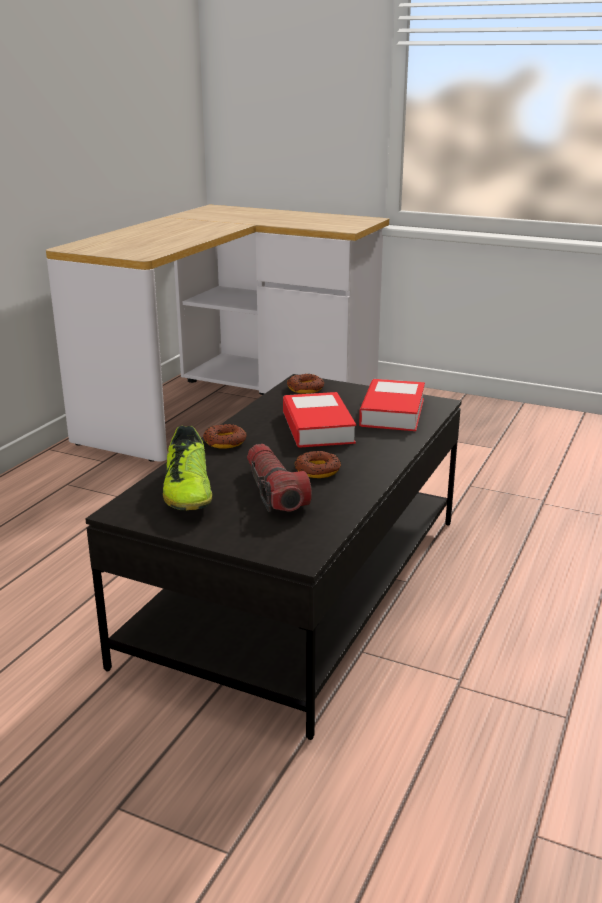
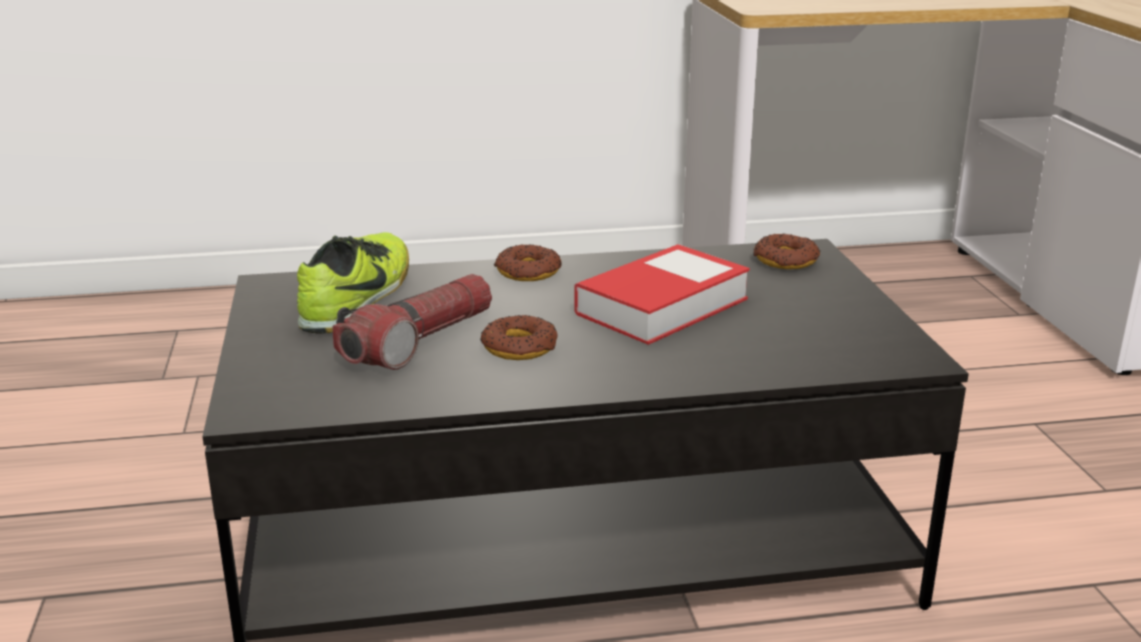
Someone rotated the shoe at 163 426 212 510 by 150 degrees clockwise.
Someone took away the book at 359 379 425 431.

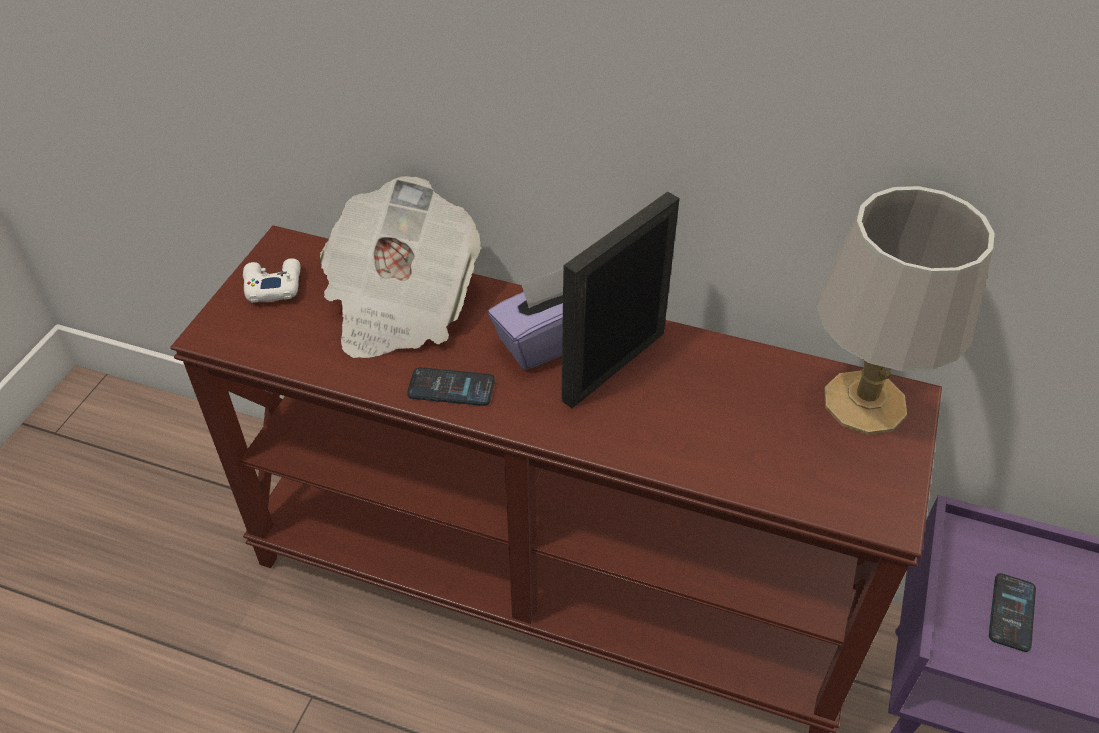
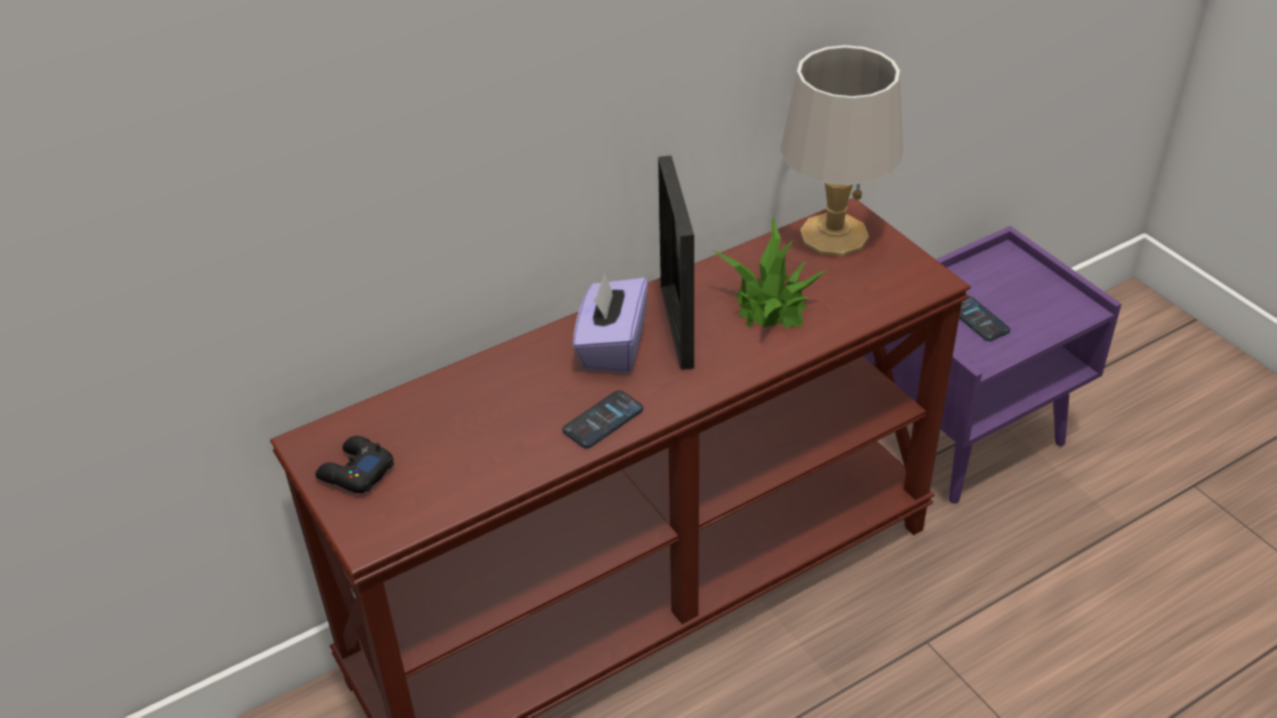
Someone repainted the white game controller at 243 258 300 303, which became the black game controller at 315 436 394 493.
Someone took away the newspaper at 320 176 481 358.
Someone put down the potted plant at 712 215 826 328.

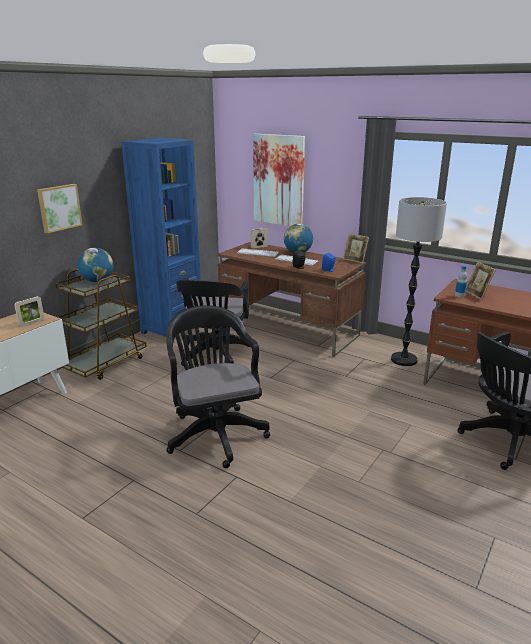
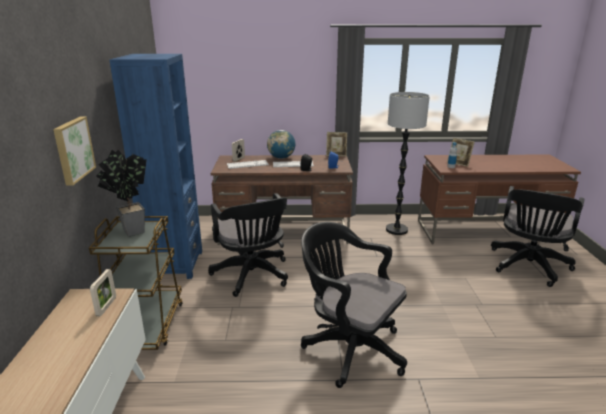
Someone swapped the globe at 77 248 113 282 for the potted plant at 96 150 147 236.
Someone took away the picture at 253 134 305 226.

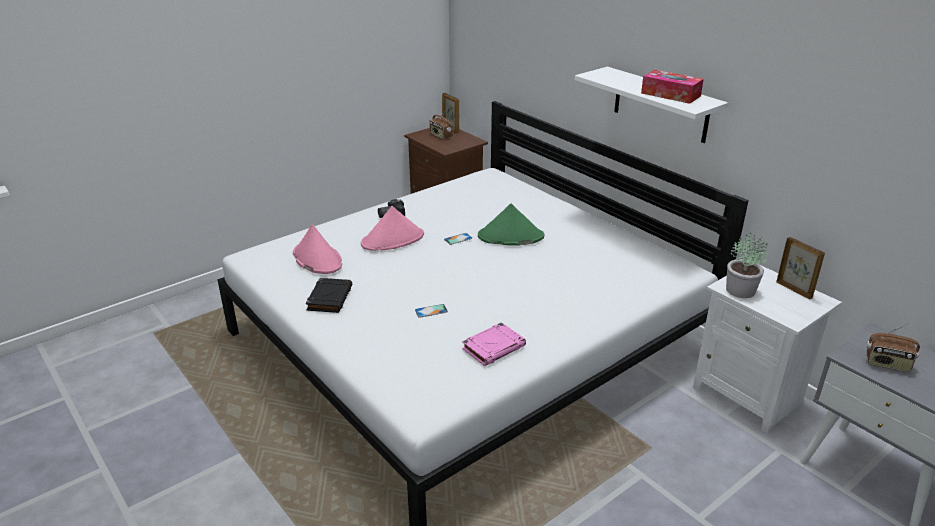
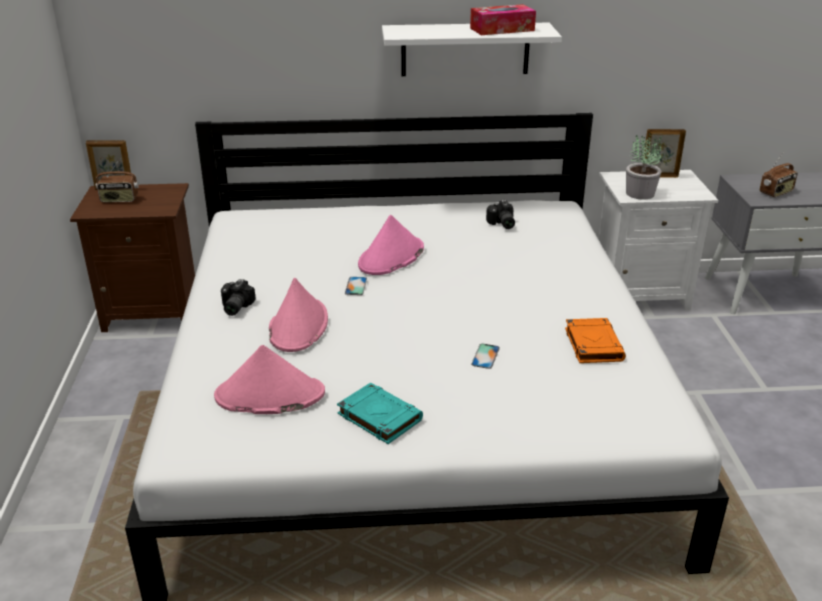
Someone repainted the black book at 306 278 352 313, which became the turquoise book at 337 383 423 444.
Someone repainted the pink book at 462 322 526 366, which became the orange book at 565 318 626 363.
Someone repainted the green hat at 478 203 544 246, which became the pink hat at 358 215 424 275.
Someone put down the photo camera at 486 200 515 229.

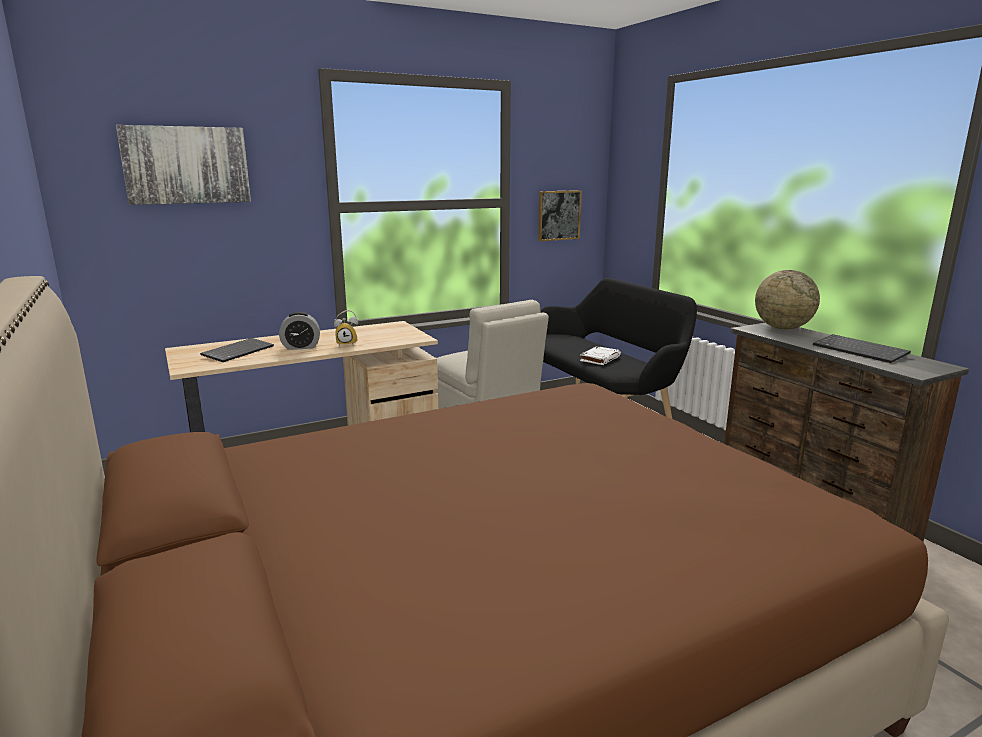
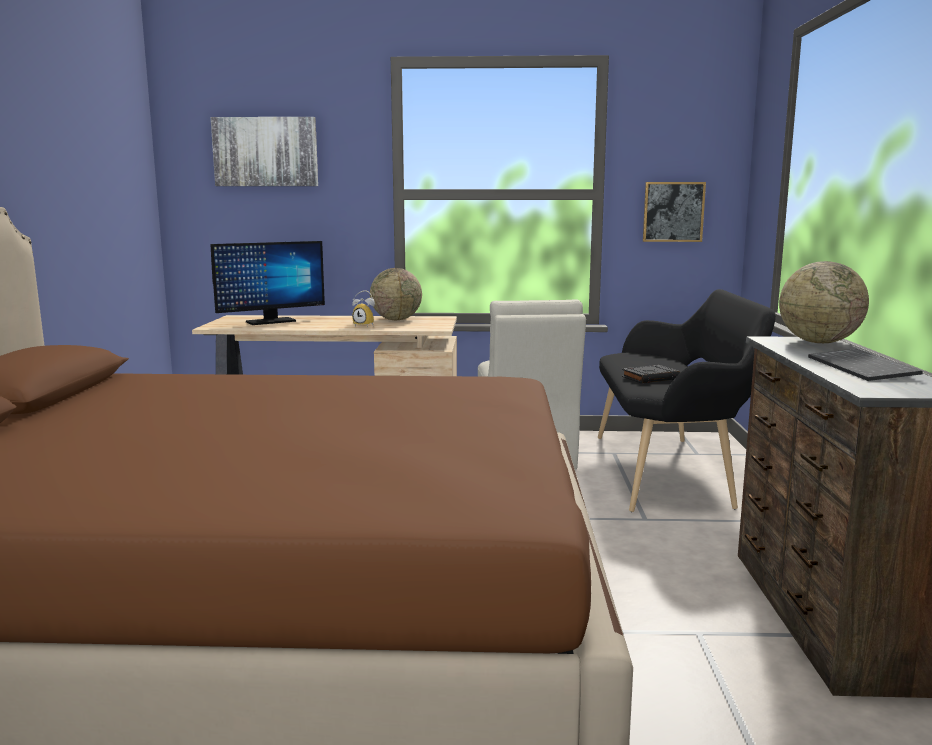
Someone swapped the keyboard at 200 338 274 362 for the monitor at 210 241 325 325.
Someone took away the alarm clock at 279 312 320 350.
Someone repainted the white book at 580 346 621 365, which became the black book at 622 365 680 383.
Someone put down the globe at 370 268 422 320.

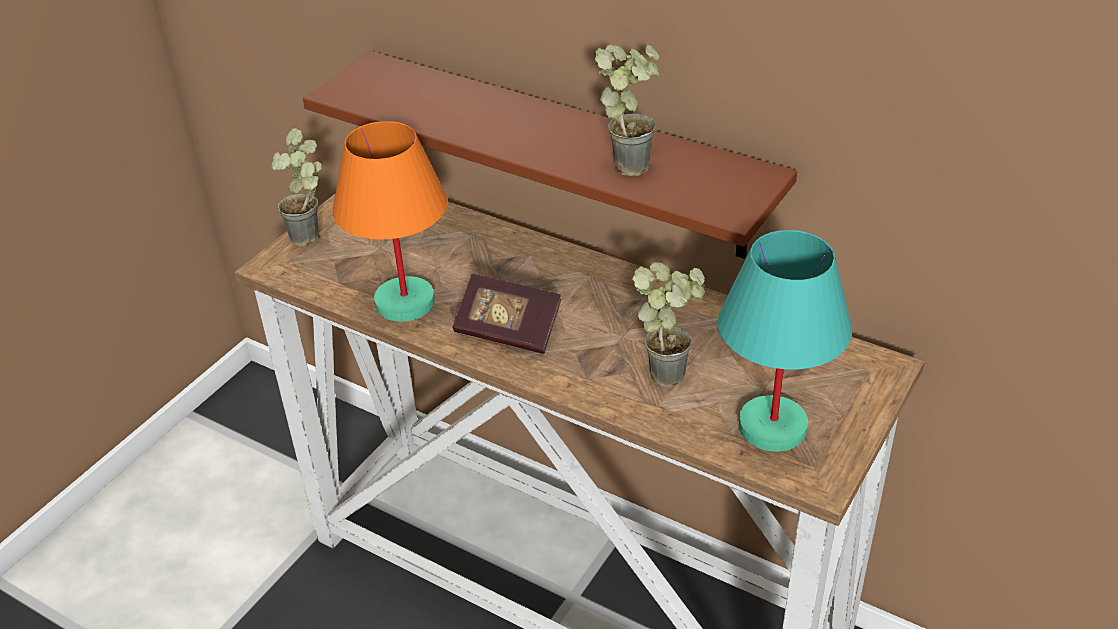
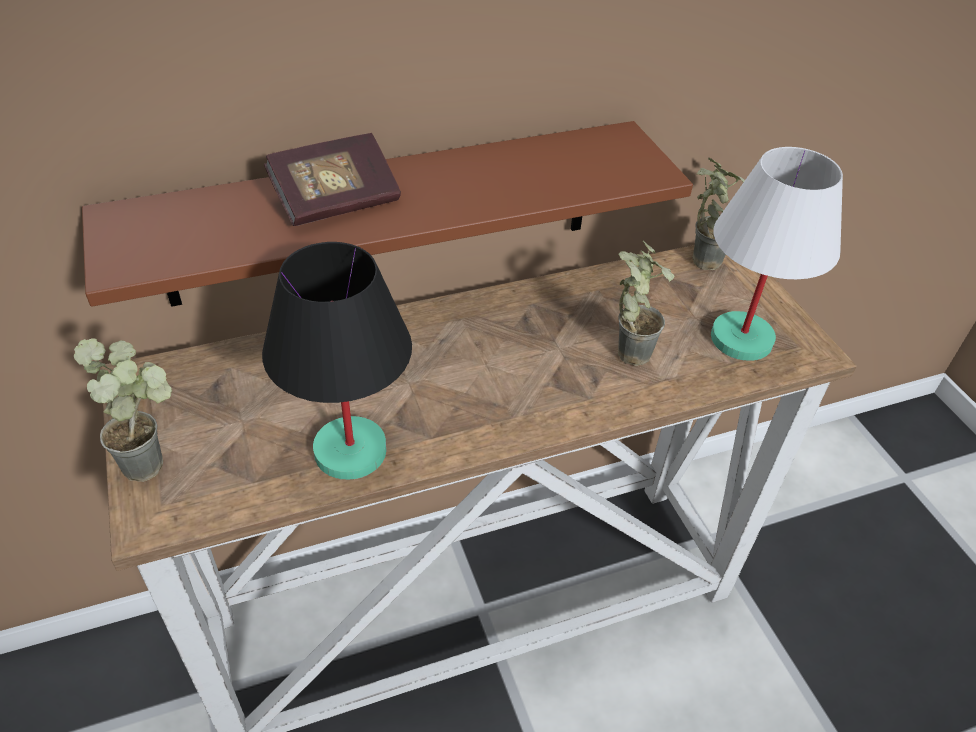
Someone repainted the orange table lamp at 333 121 448 322, which became the black table lamp at 262 242 412 480.
Someone carried the book from 453 274 561 354 to 264 133 401 226.
Someone carried the potted plant from 595 45 659 176 to 692 158 745 270.
Someone repainted the turquoise table lamp at 718 230 852 452, which became the white table lamp at 711 147 843 361.

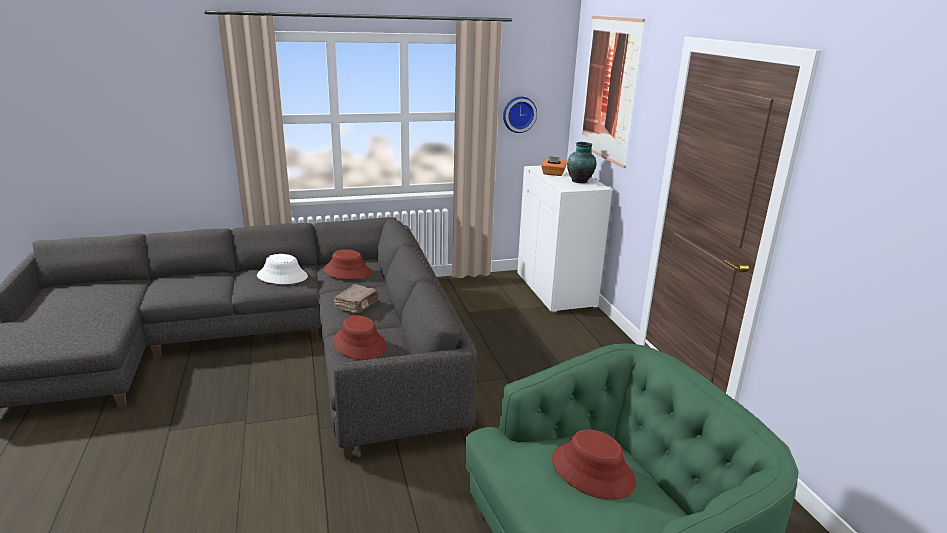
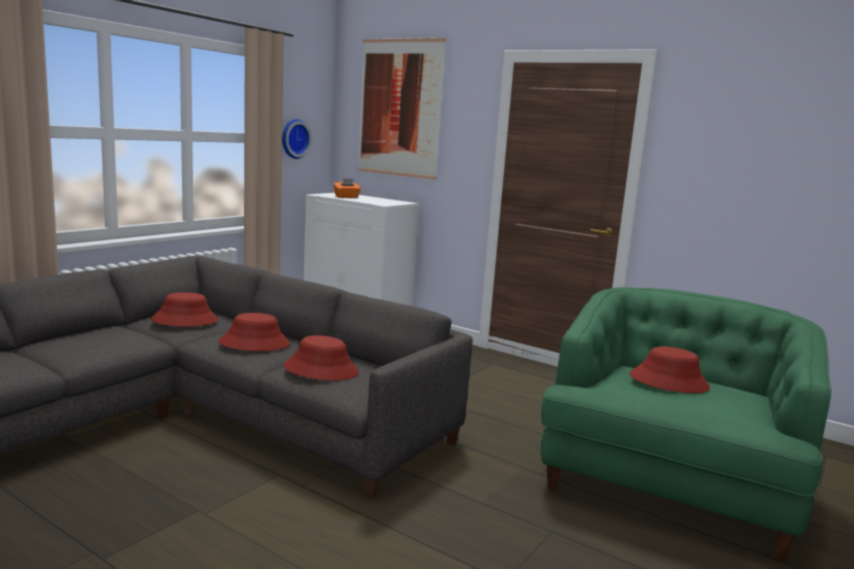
Someone took away the white hat at 257 254 308 284.
Someone swapped the brown book at 334 284 378 313 for the red hat at 219 313 290 351.
Someone took away the vase at 567 142 597 183.

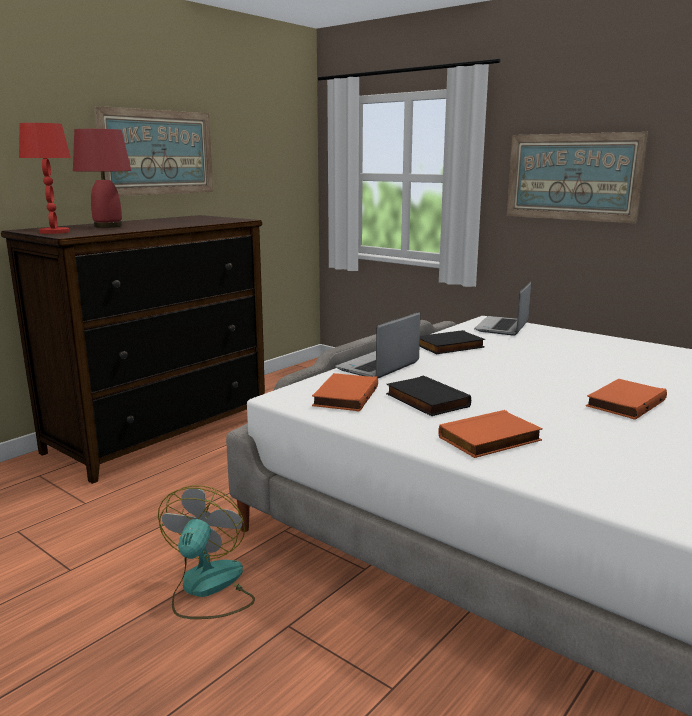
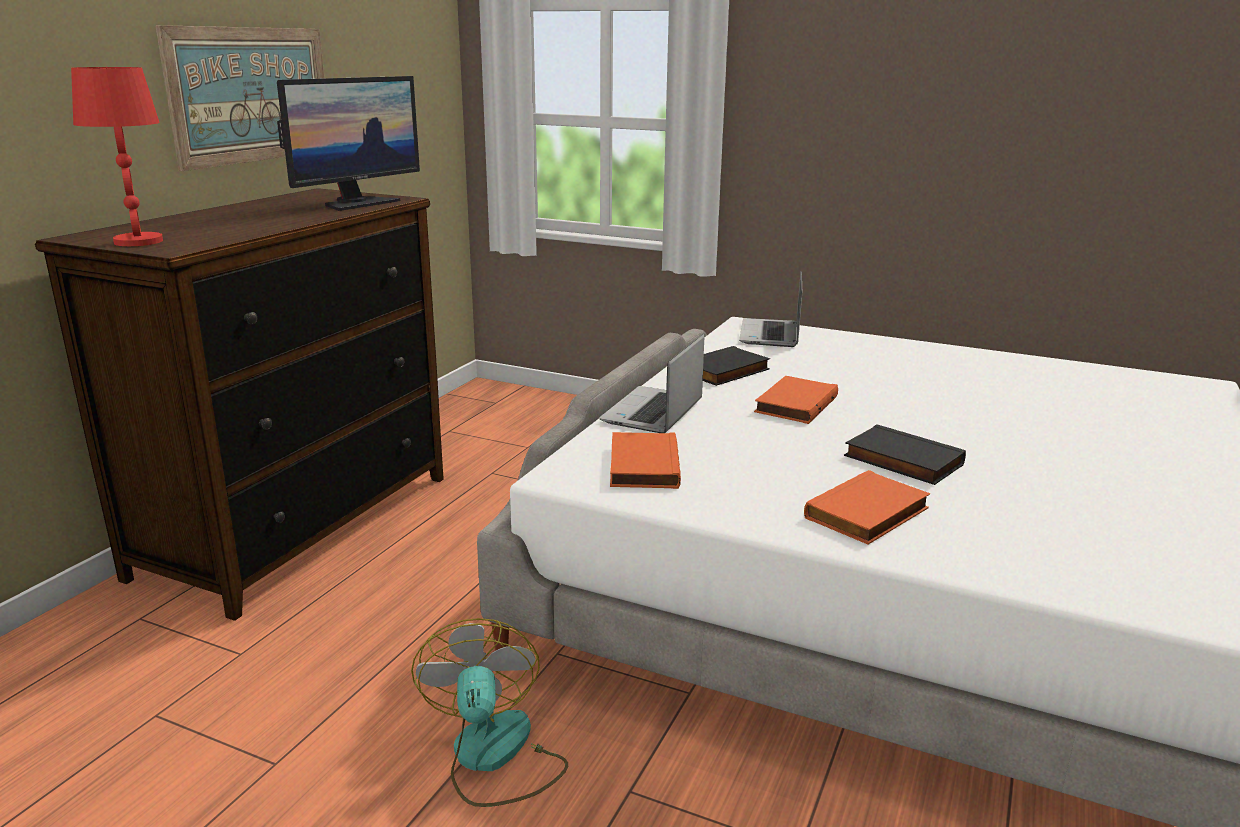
Someone took away the red table lamp at 73 129 131 228.
Someone carried the black book from 386 376 471 416 to 844 424 966 485.
Someone took away the picture at 507 132 649 223.
Someone carried the orange book from 586 379 667 420 to 754 376 838 424.
Someone put down the monitor at 277 76 420 211.

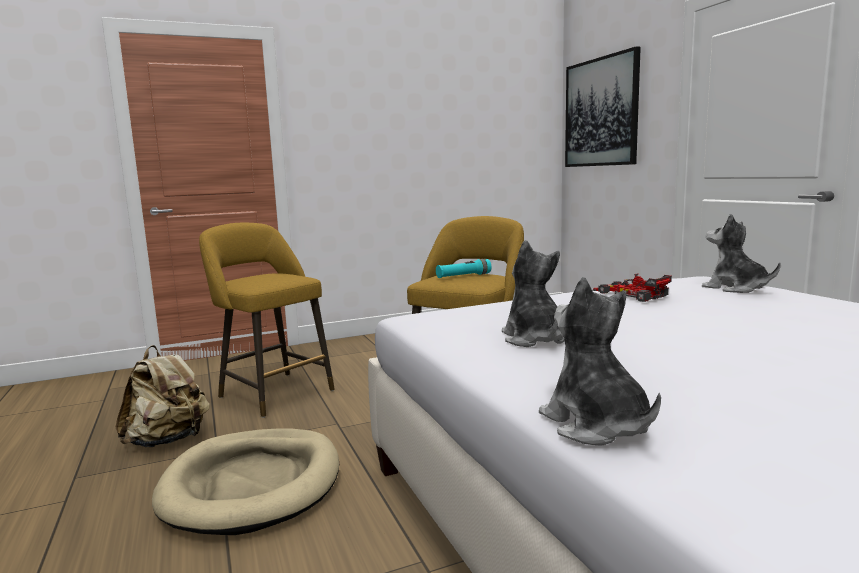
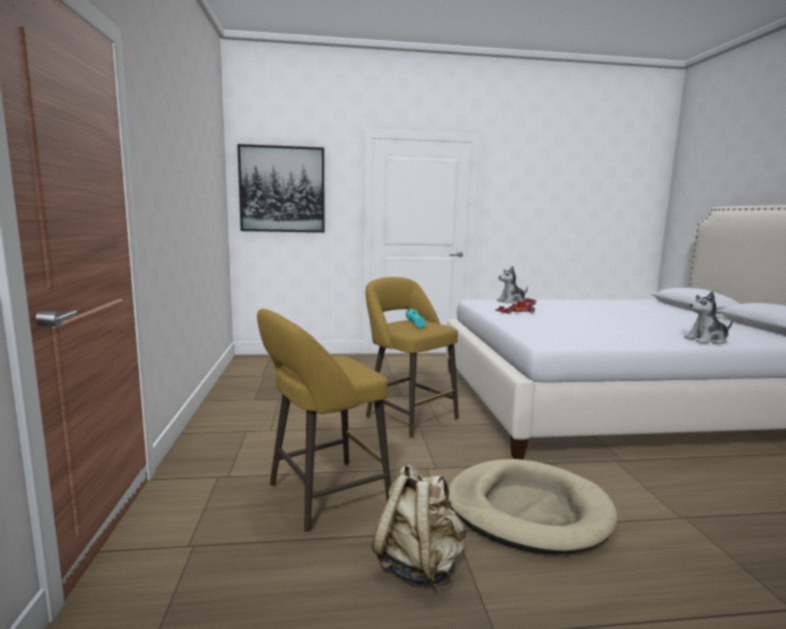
Someone took away the plush toy at 502 240 565 347.

